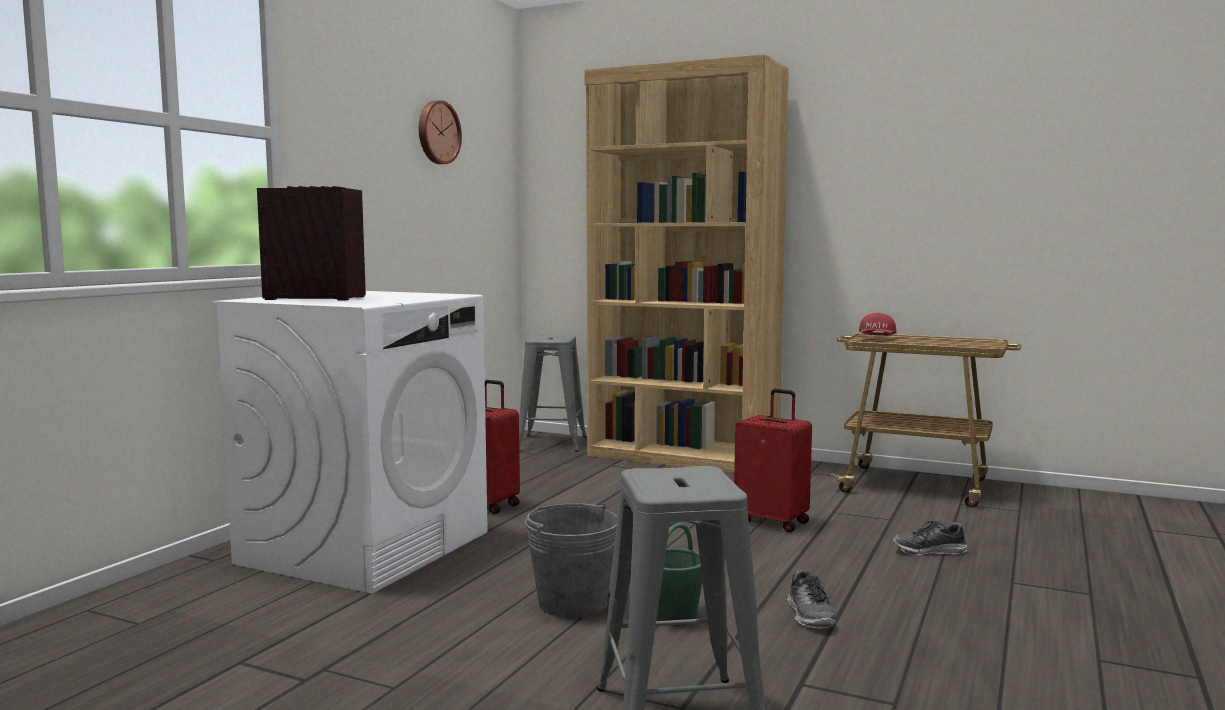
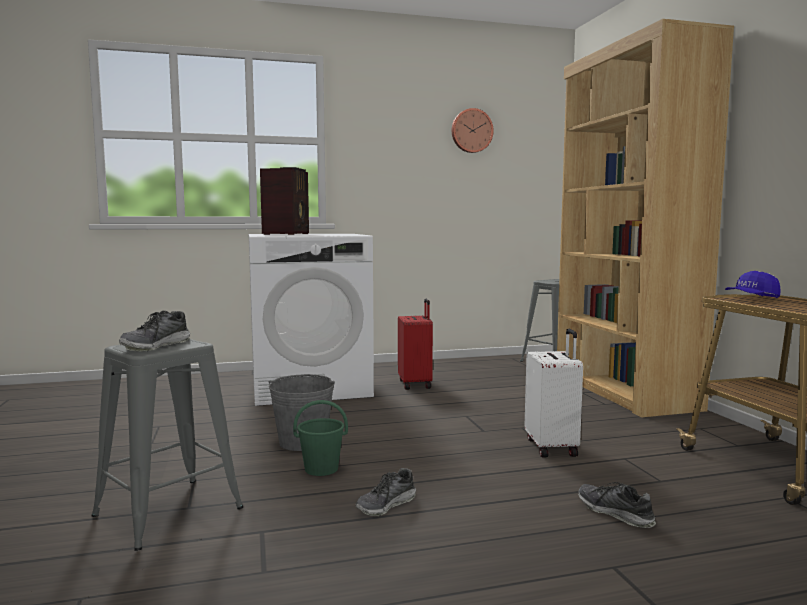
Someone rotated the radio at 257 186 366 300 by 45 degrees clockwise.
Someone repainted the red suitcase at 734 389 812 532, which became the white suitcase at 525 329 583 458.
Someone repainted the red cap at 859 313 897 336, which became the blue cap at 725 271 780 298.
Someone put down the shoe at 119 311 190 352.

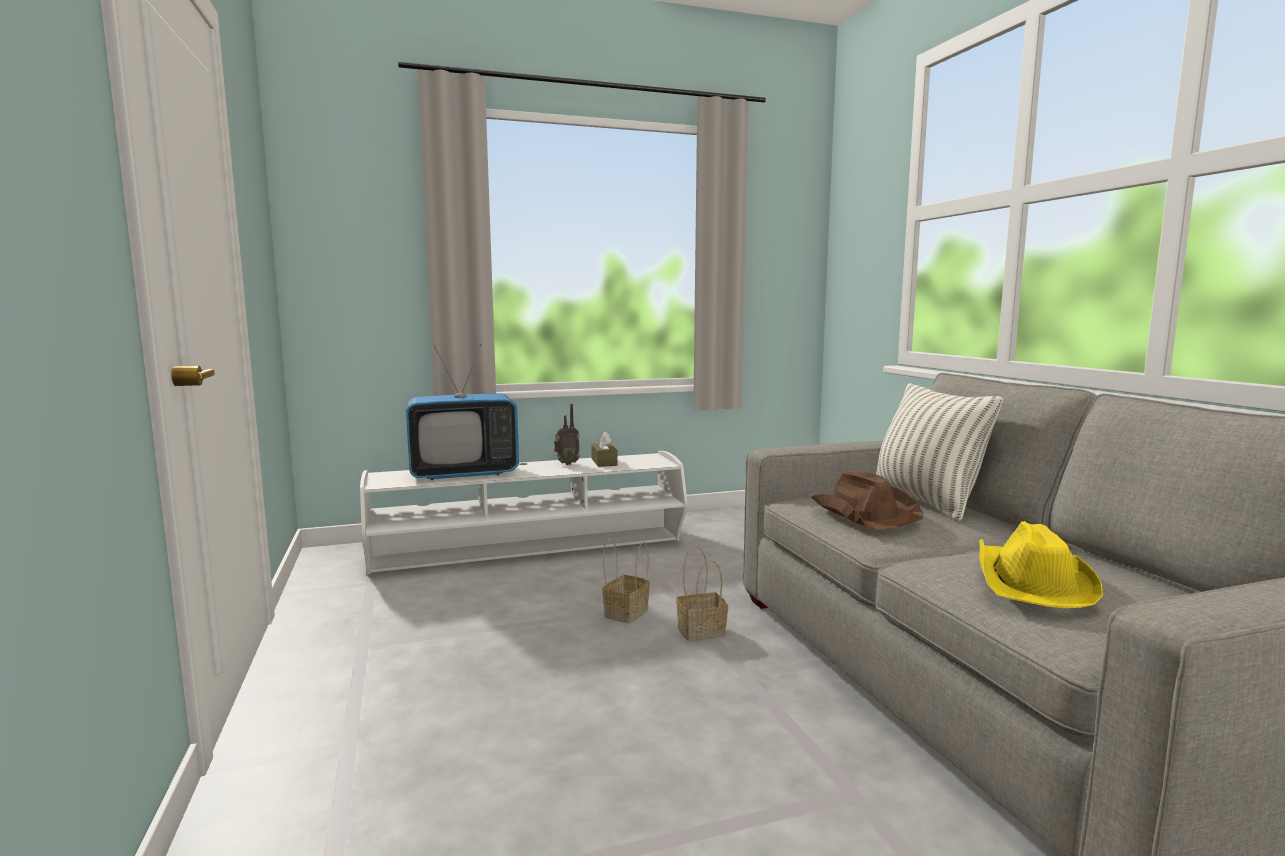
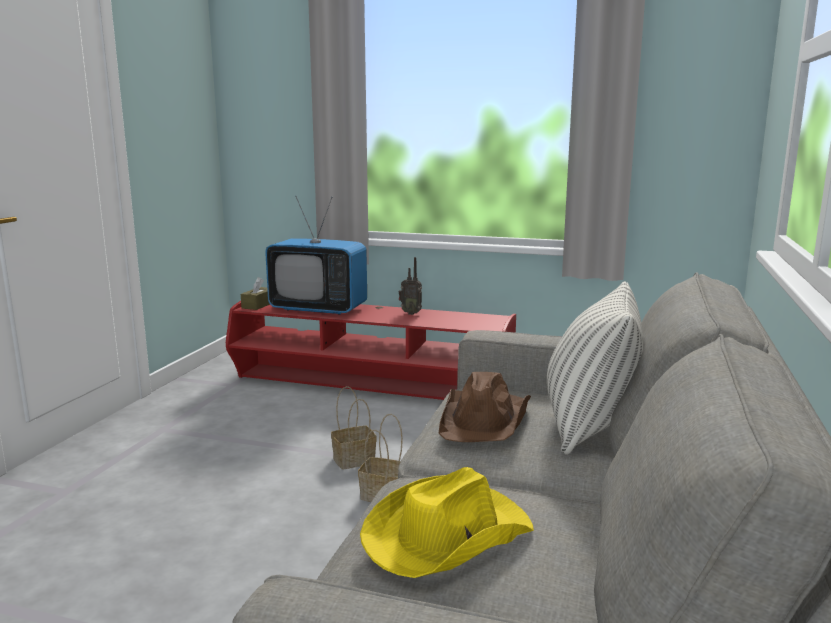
Someone repainted the white tv stand at 360 451 688 574, which became the red tv stand at 226 301 516 400.
Someone carried the brown tissue box from 591 431 618 467 to 241 277 270 310.

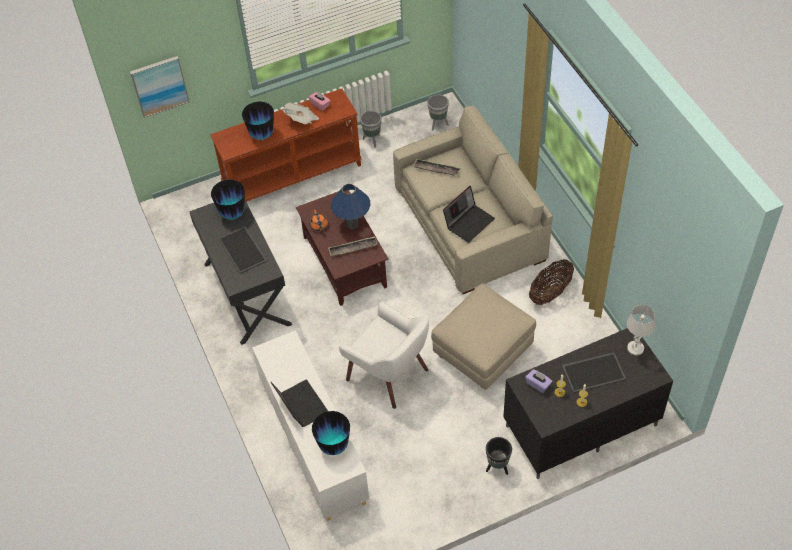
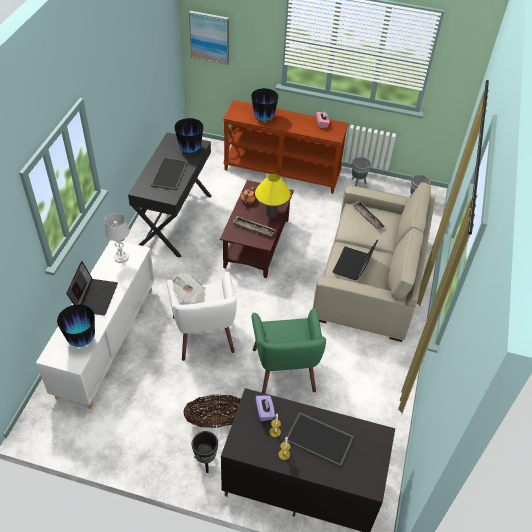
Someone carried the newspaper from 283 103 319 125 to 172 273 206 304.
Someone repainted the blue table lamp at 331 184 370 229, which became the yellow table lamp at 255 173 291 218.
Someone swapped the beige ottoman at 431 283 536 390 for the green armchair at 252 308 326 393.
Someone rotated the laptop at 443 186 495 243 by 120 degrees clockwise.
Someone carried the basket from 529 259 574 305 to 183 394 241 428.
Someone carried the white table lamp from 627 305 655 356 to 104 213 130 263.

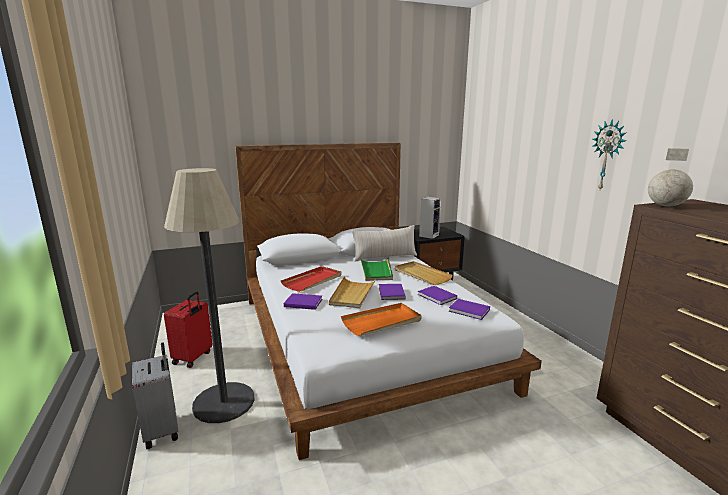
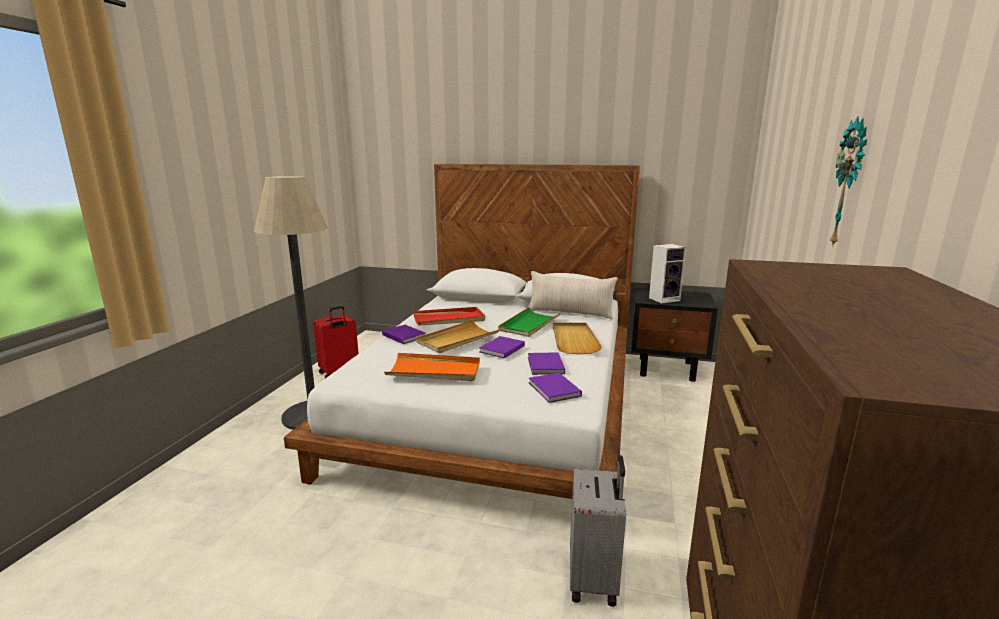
Someone carried the grey suitcase from 132 342 179 449 to 570 455 626 607.
Someone took away the globe at 648 148 693 207.

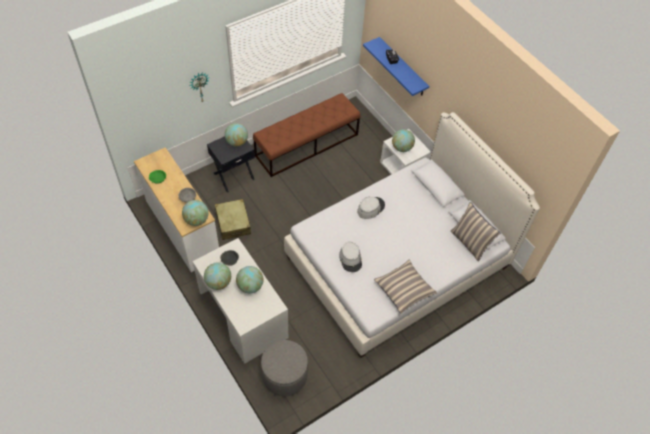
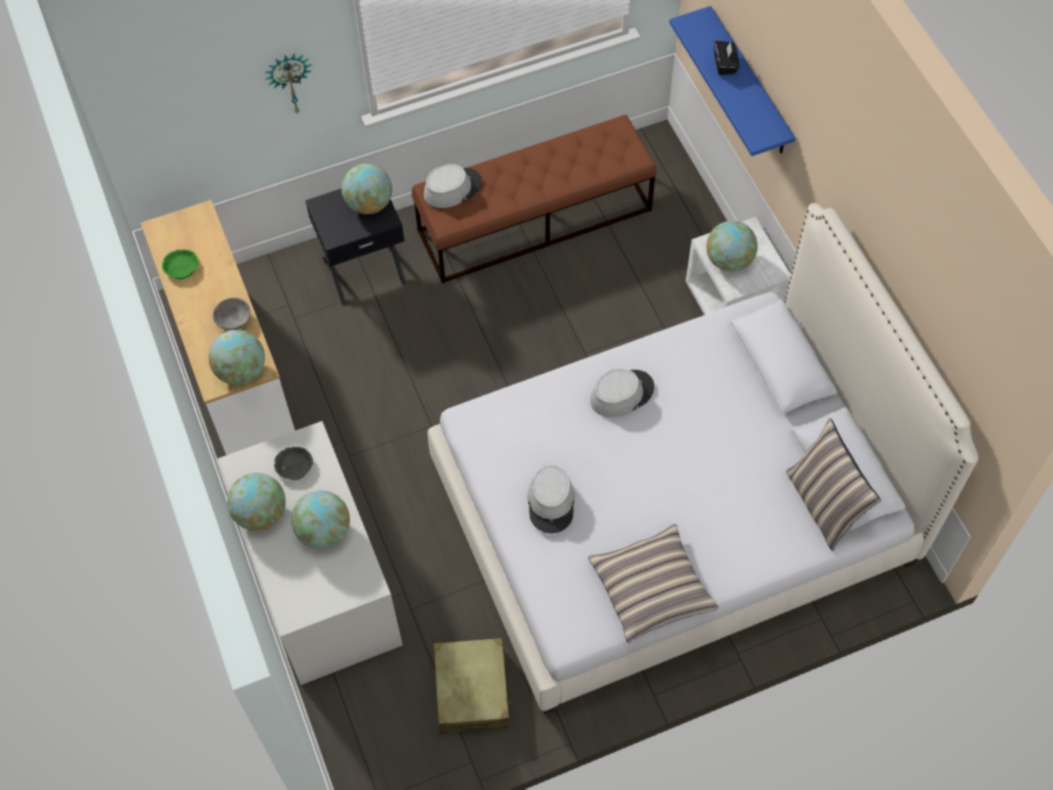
Someone carried the beige suitcase from 215 199 251 240 to 433 638 511 734.
Someone took away the grey ottoman at 261 340 308 396.
Someone put down the grey hat at 424 164 482 208.

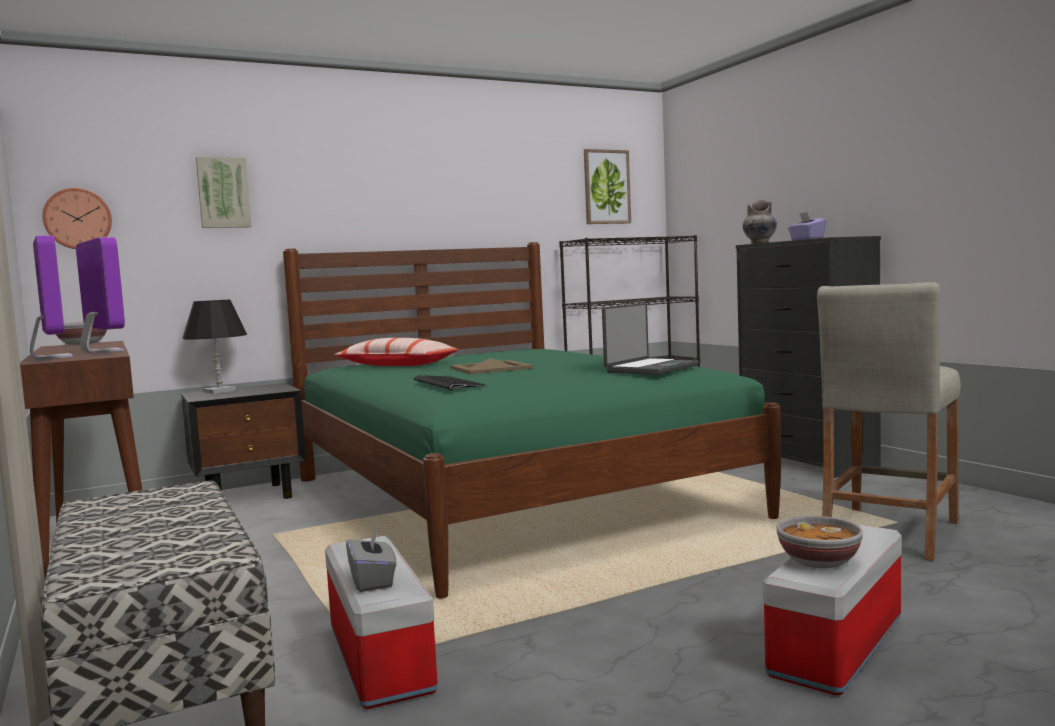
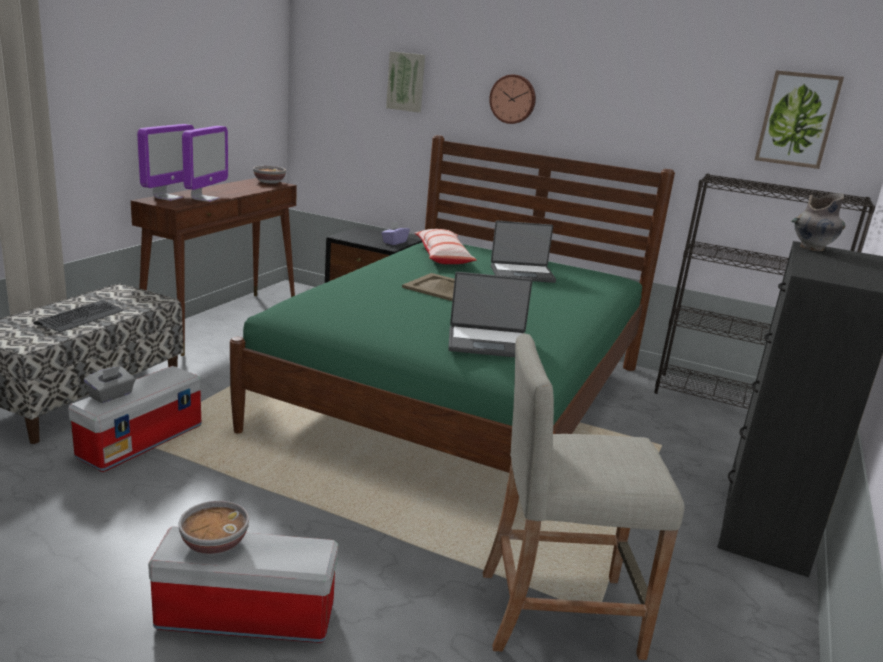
Someone carried the wall clock from 43 188 112 249 to 489 75 536 124.
Someone took away the black table lamp at 183 300 247 394.
Someone carried the keyboard from 414 375 487 390 to 33 300 124 333.
Someone carried the purple tissue box from 788 212 827 240 to 381 221 410 245.
Someone put down the laptop at 491 221 556 283.

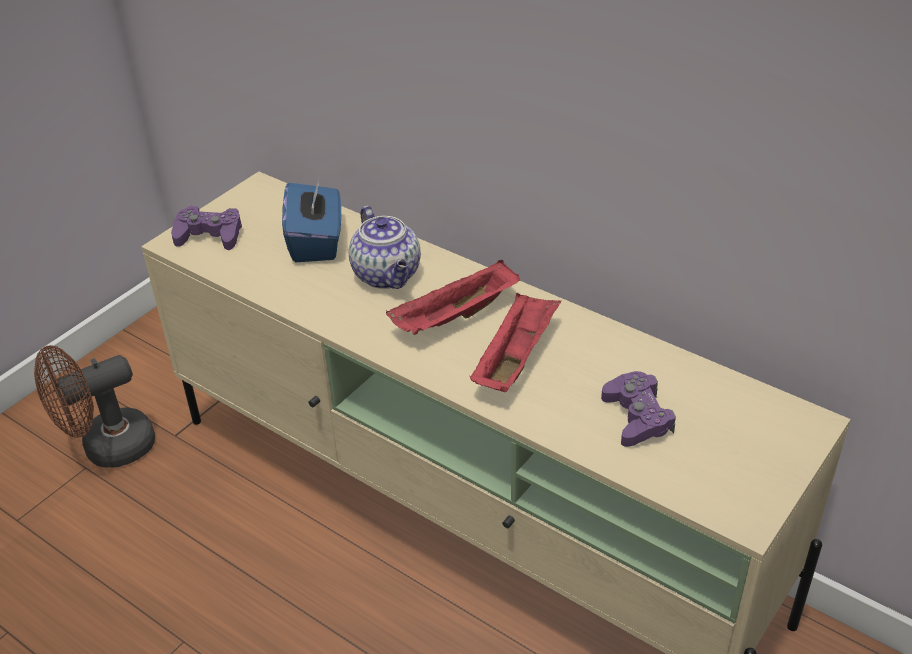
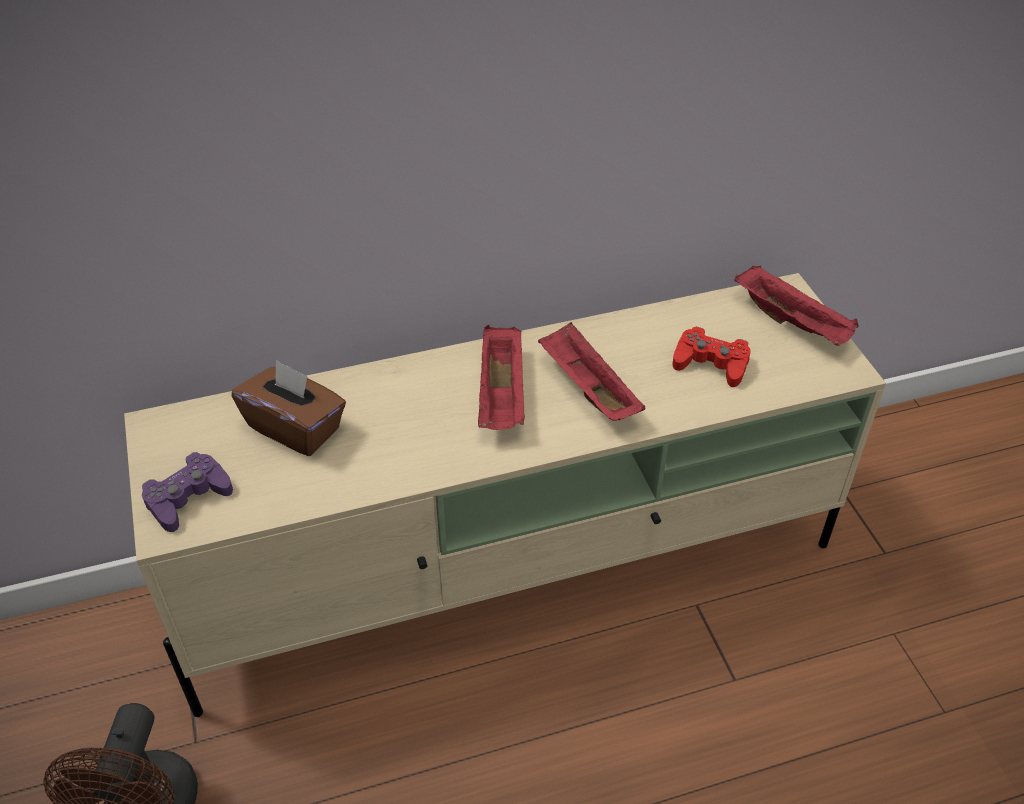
Someone repainted the blue tissue box at 282 177 341 262, which became the brown tissue box at 231 359 346 456.
Someone took away the teapot at 349 205 421 289.
Someone repainted the purple game controller at 601 371 676 447, which became the red game controller at 673 327 751 387.
Someone put down the red tray at 734 266 859 346.

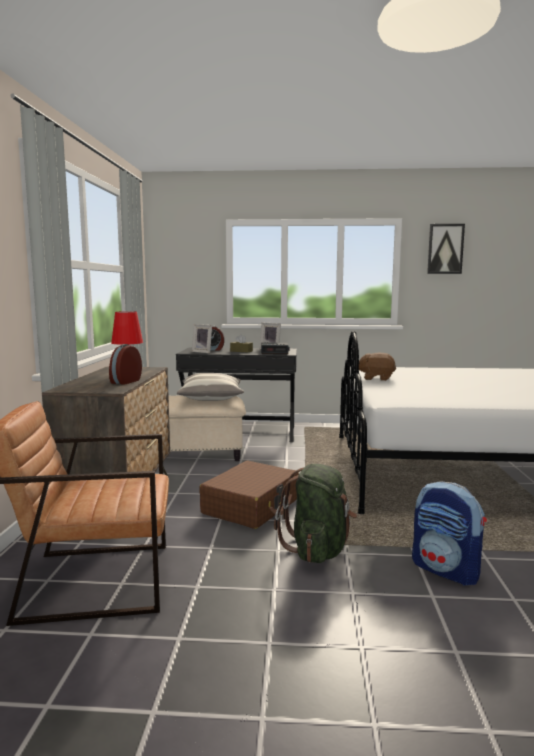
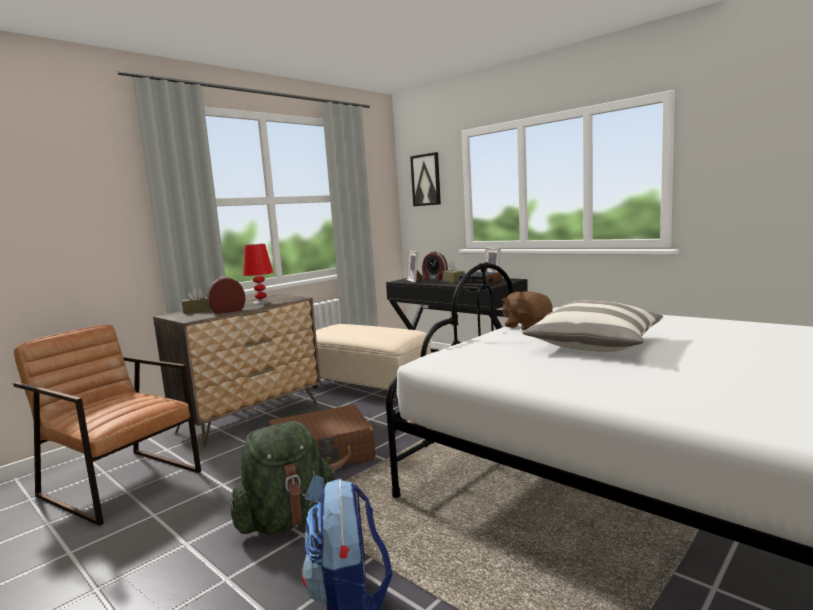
Someone carried the pillow from 177 373 244 401 to 523 301 663 352.
Someone carried the picture from 427 224 465 274 to 410 152 441 206.
Someone put down the brown tissue box at 182 287 212 314.

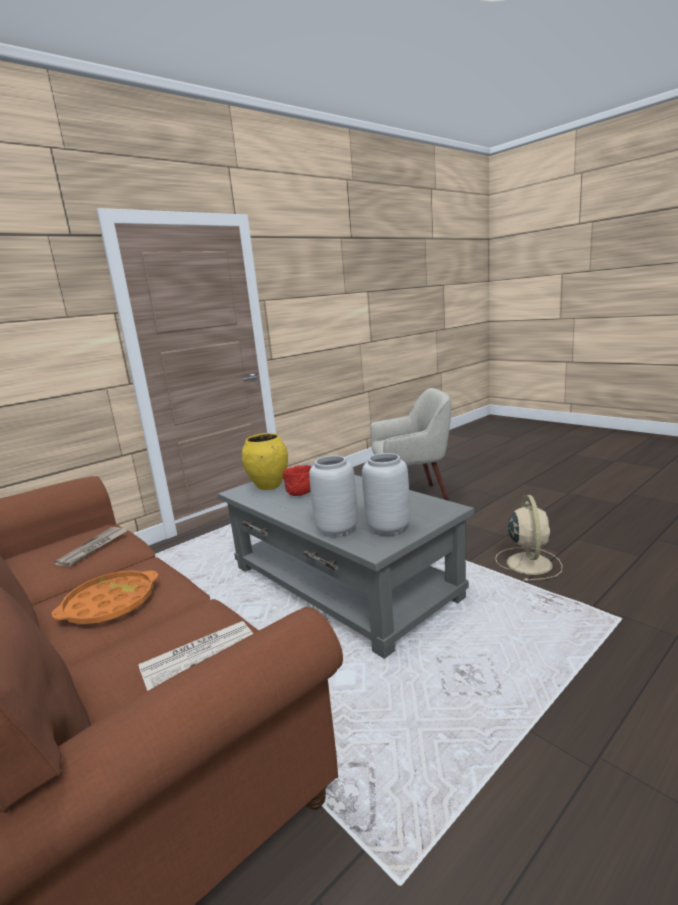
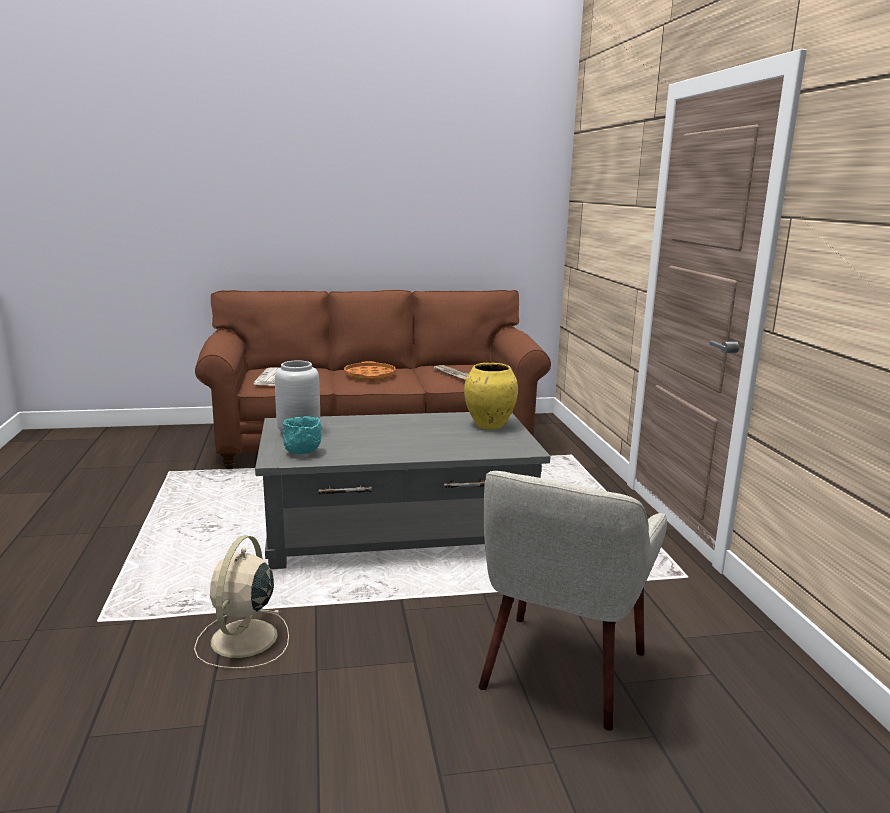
Someone took away the red bowl at 283 465 311 496.
Someone took away the grey vase at 309 456 358 537.
Someone rotated the beige fan at 495 495 563 581 by 60 degrees clockwise.
Someone put down the turquoise bowl at 283 416 322 454.

